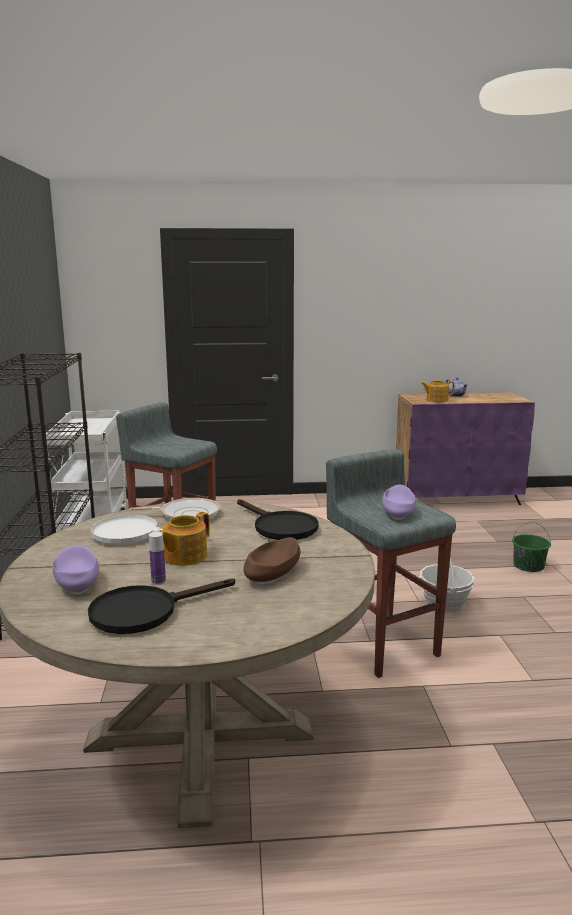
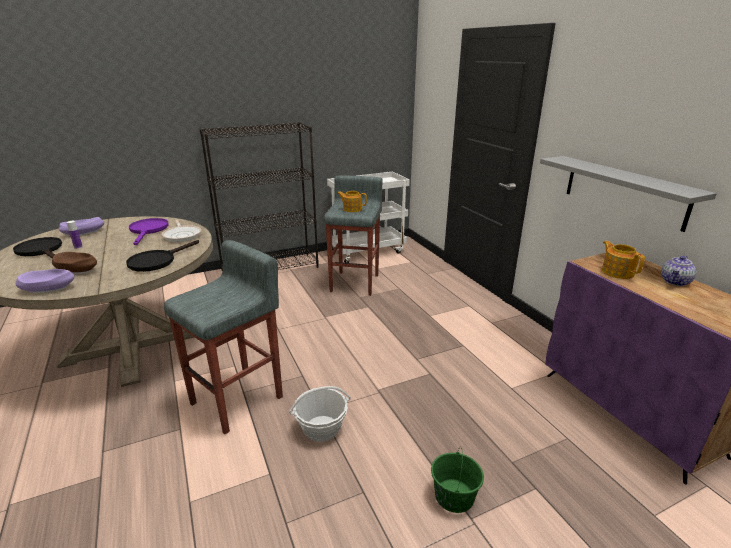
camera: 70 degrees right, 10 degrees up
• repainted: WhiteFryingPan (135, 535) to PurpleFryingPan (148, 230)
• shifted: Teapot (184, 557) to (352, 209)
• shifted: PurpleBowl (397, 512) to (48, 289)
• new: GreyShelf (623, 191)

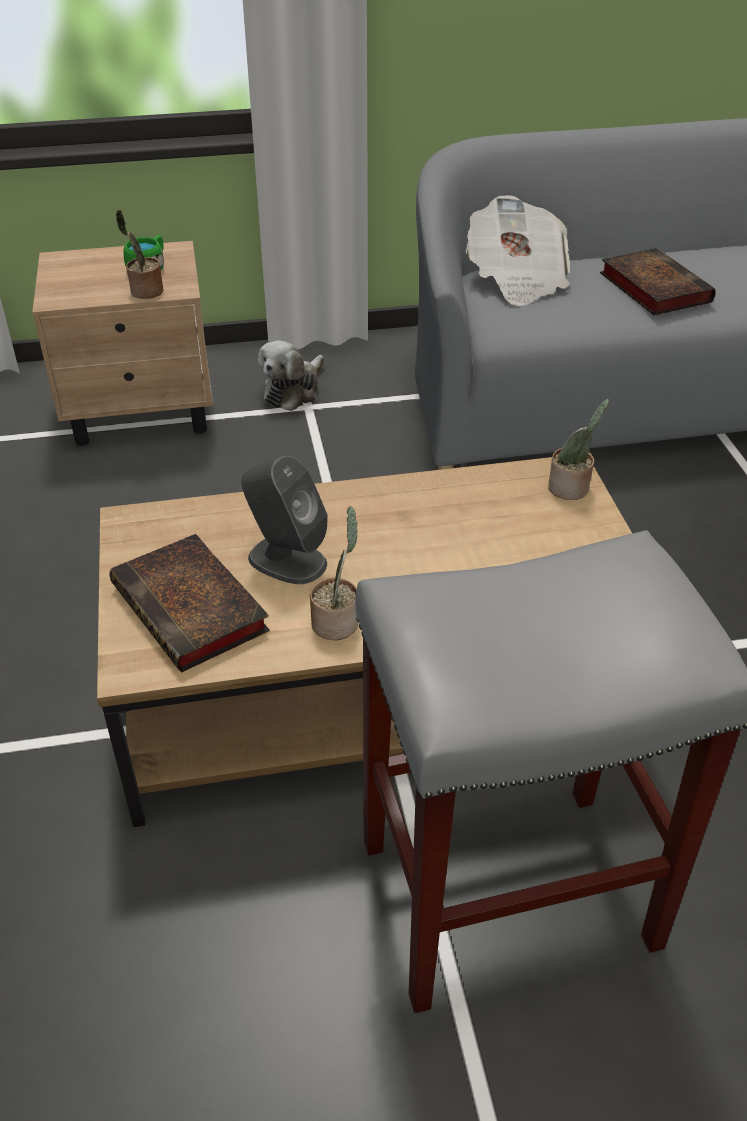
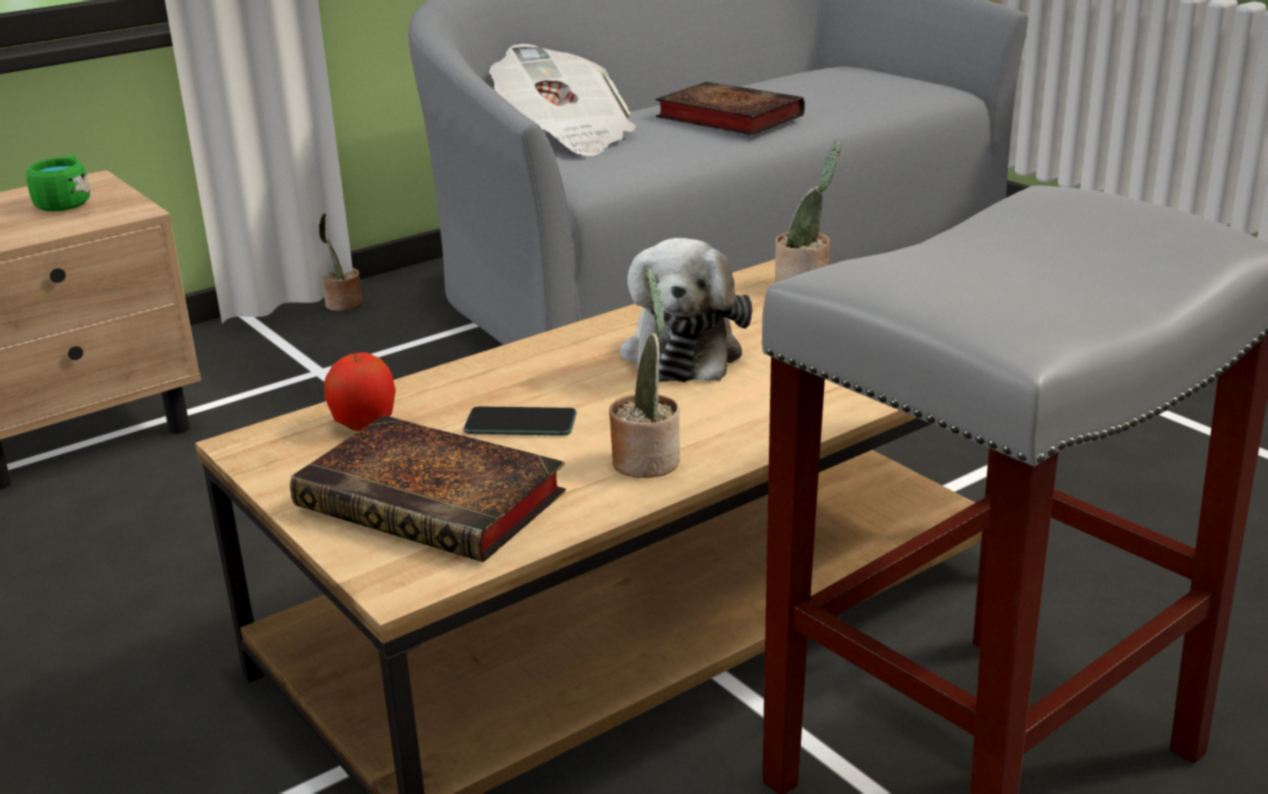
camera: 25 degrees left, 15 degrees down
• shifted: PottedPlant (145, 292) to (343, 305)
• swapped: GreySpeaker (286, 560) to Phone (520, 423)
• shifted: PlushToy (293, 391) to (683, 351)
• new: Apple (364, 423)

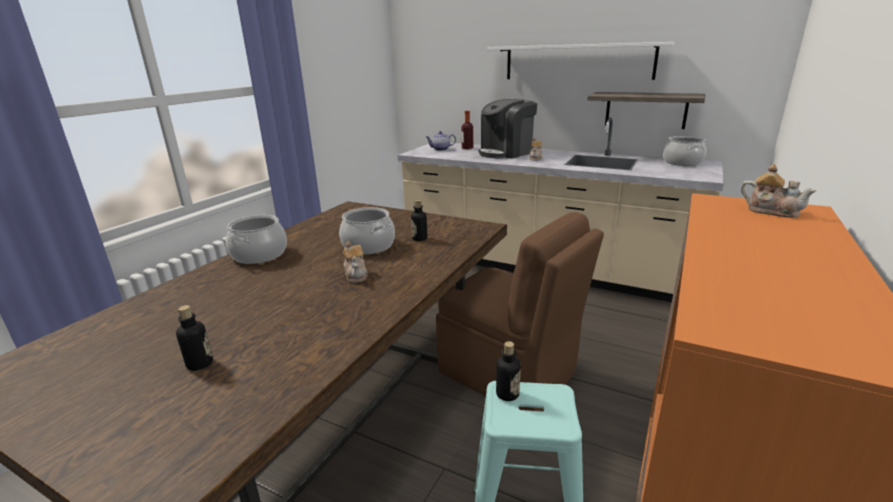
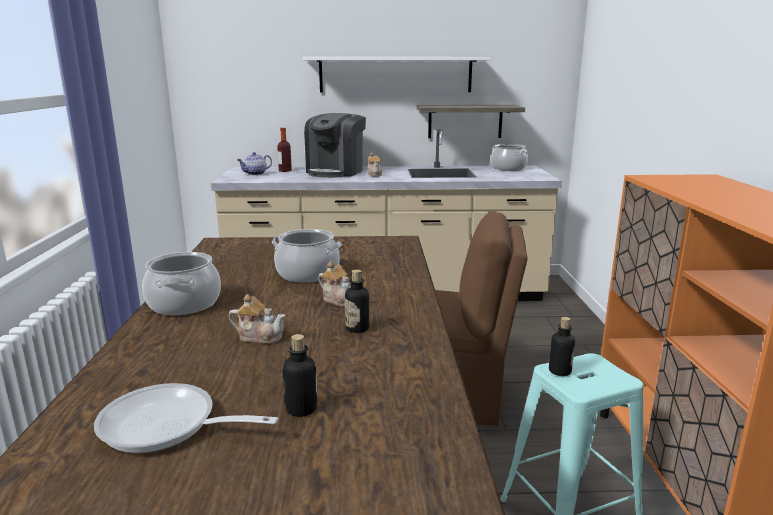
camera: 30 degrees left, 5 degrees down
• shifted: Bottle (419, 238) to (357, 328)
• shifted: Teapot (771, 211) to (259, 336)
• new: FryingPan (167, 427)

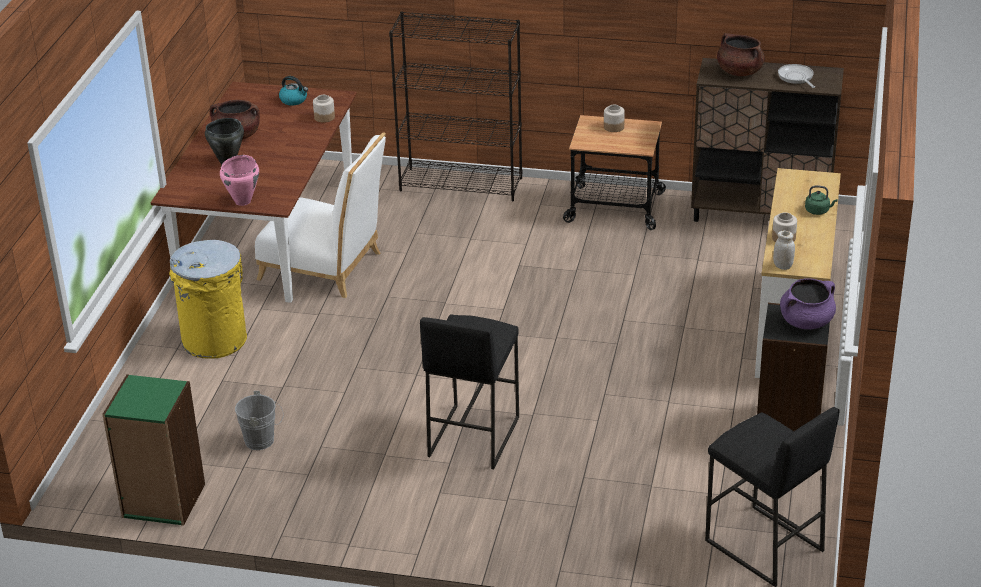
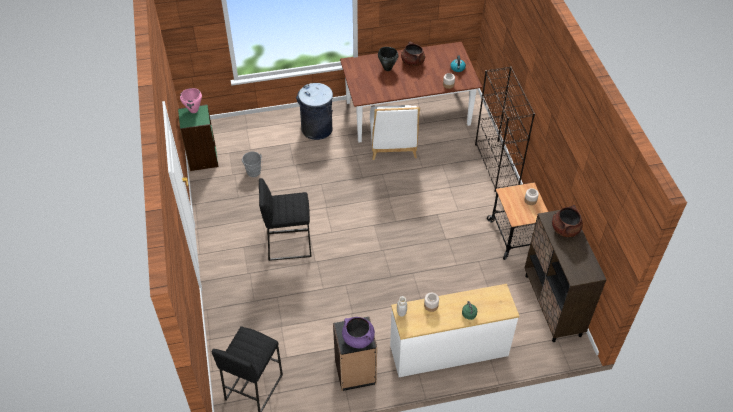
camera: 65 degrees right, 15 degrees up
• repainted: YellowTrashCan (215, 340) to GreyTrashCan (317, 129)
• shifted: PinkCookingPot (243, 201) to (194, 110)
• gone: FryingPan (796, 77)

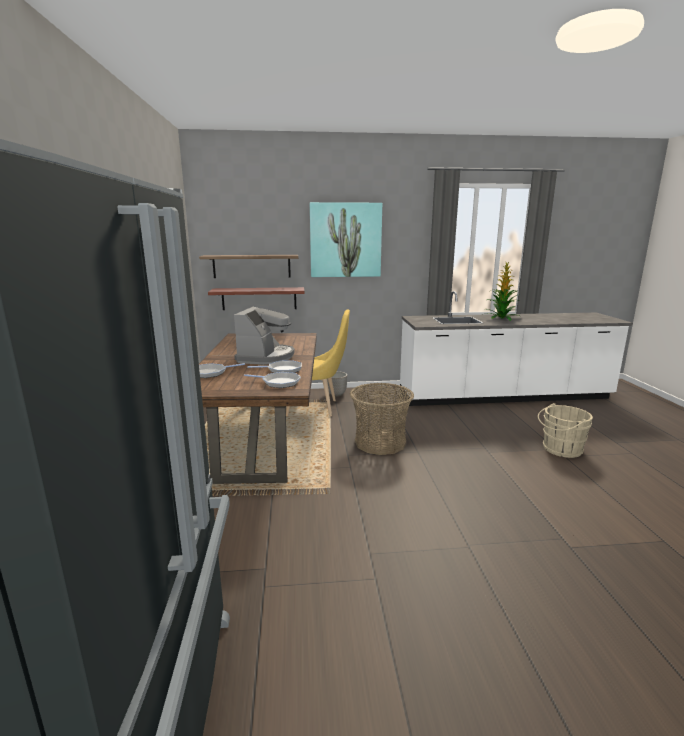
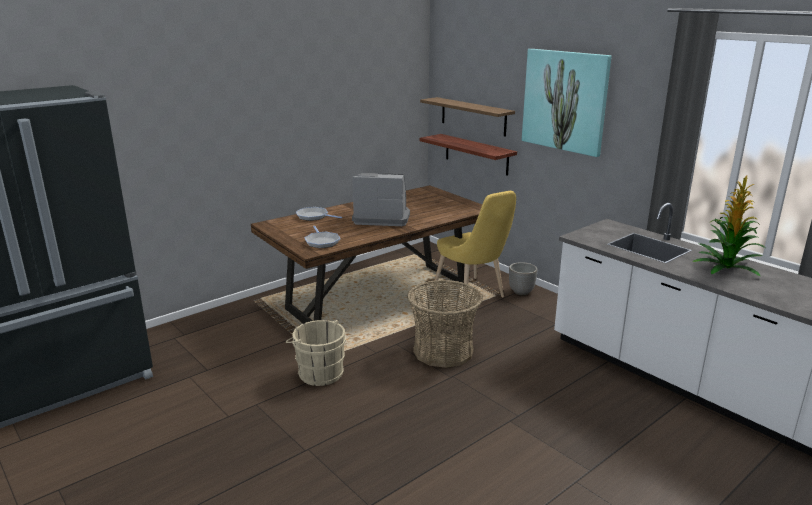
camera: 55 degrees right, 5 degrees up
• rotated: CoffeeMachine (266, 357) = (381, 218) 150 degrees counterclockwise
• gone: FryingPan (282, 370)
• shifted: BeigeBucket (560, 449) to (319, 372)

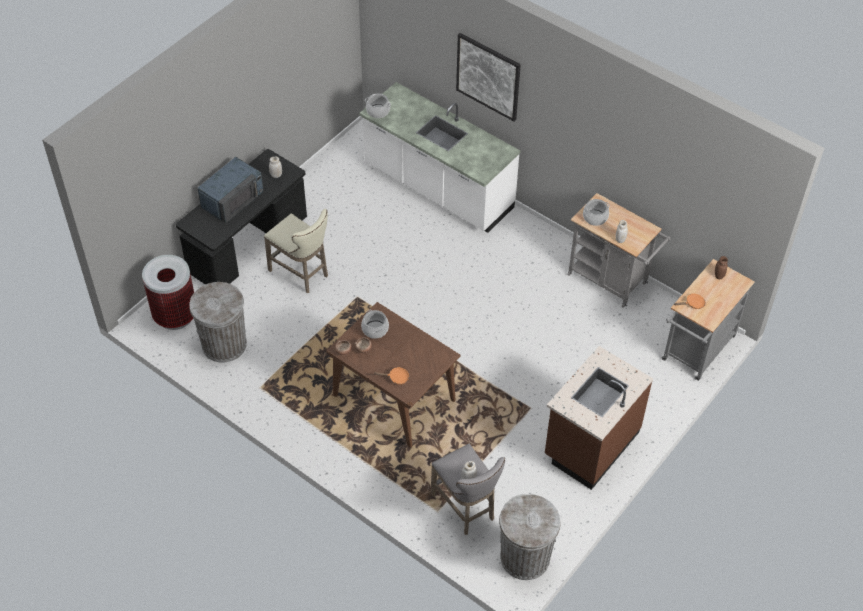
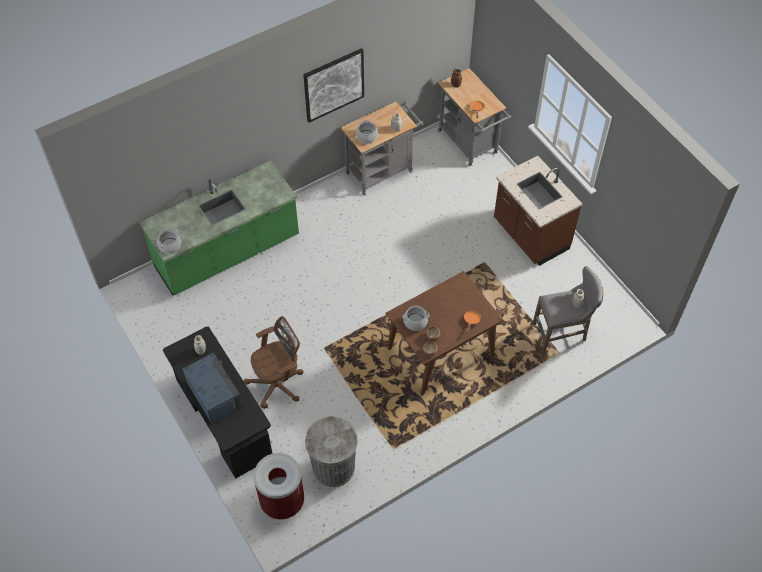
camera: 70 degrees left, 5 degrees up
• swapped: BeigeStool (301, 274) to BrownOfficeChair (278, 384)
• repainted: WhiteCounter (438, 188) to GreenCounter (228, 253)
• shifted: Picture (488, 76) to (334, 85)
• gone: GreyTrashCan (525, 557)

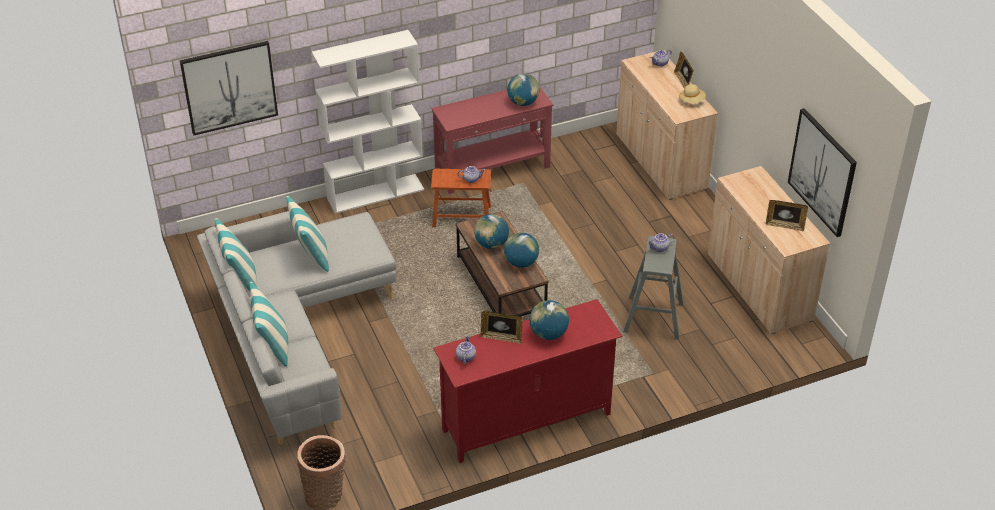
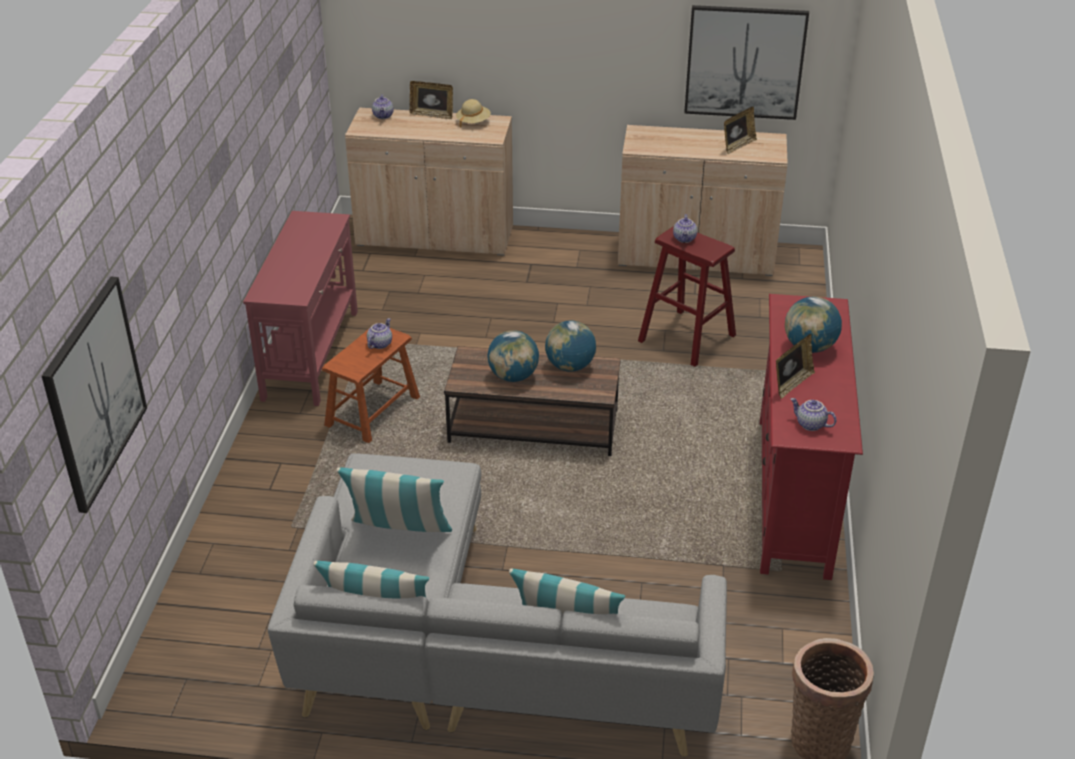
camera: 60 degrees left, 5 degrees down
• gone: WhiteBookcase (376, 193)
• gone: Globe (523, 102)
• repainted: GreyStool (653, 318) to RedStool (687, 338)

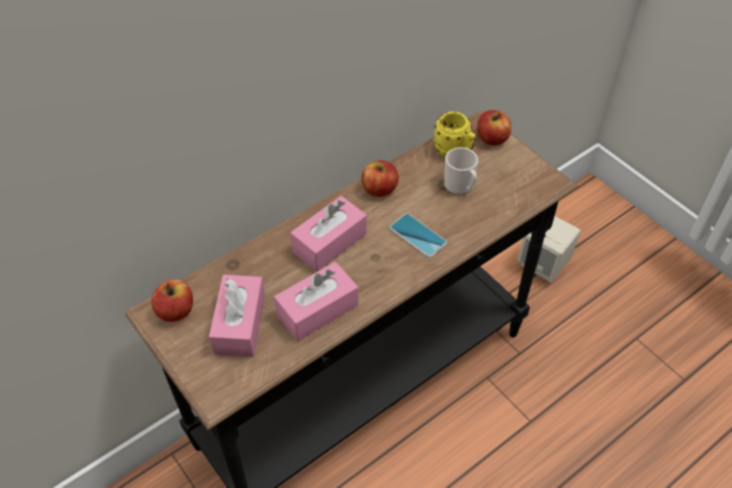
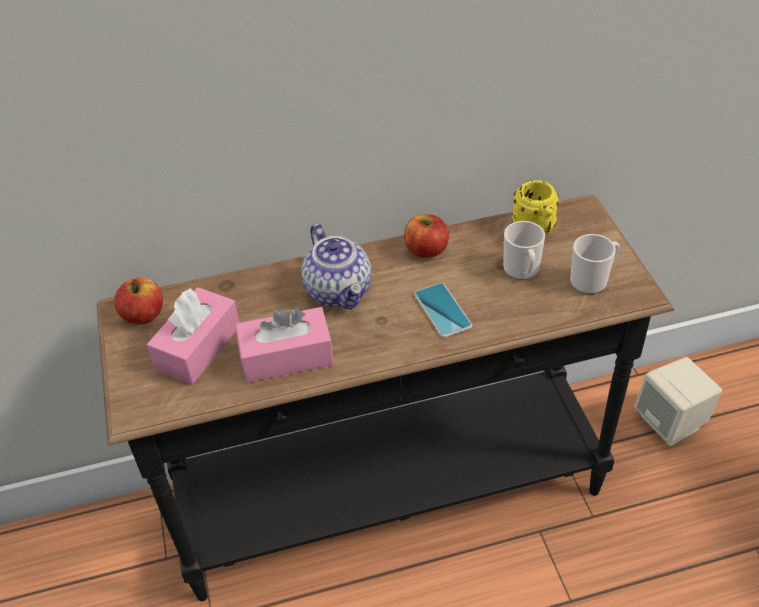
camera: 25 degrees right, 5 degrees down
• swapped: PinkTissueBox (329, 242) to Teapot (339, 291)
• gone: Apple (492, 138)
• new: Mug (592, 280)

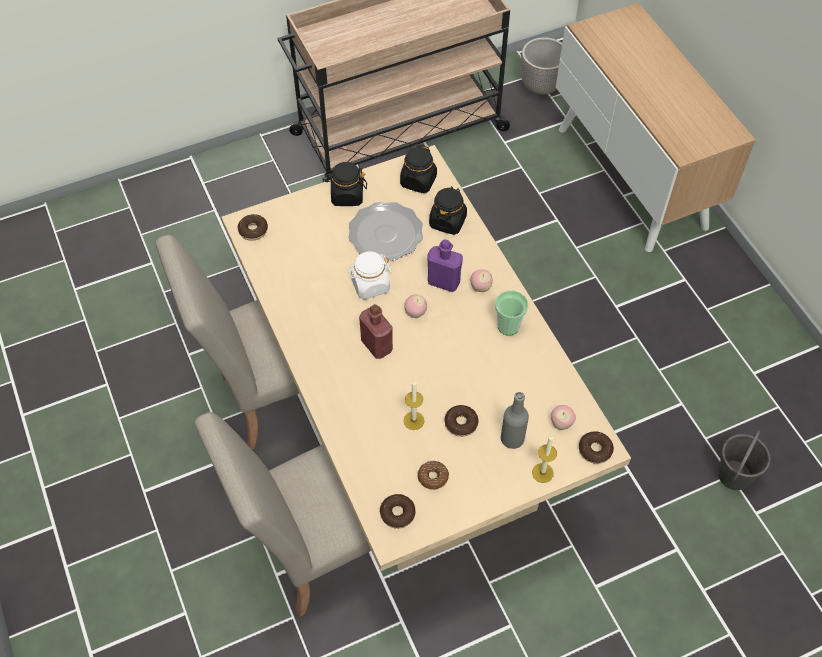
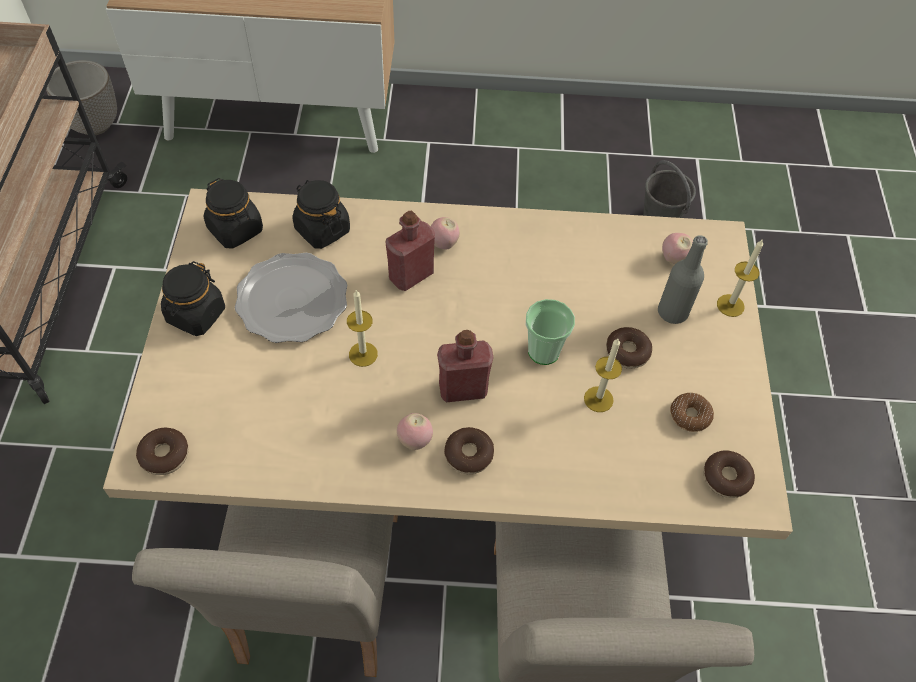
camera: 65 degrees left, 0 degrees up
• swapped: WhiteJar (370, 285) to Candle (363, 354)
• shifted: Apple (415, 313) to (415, 440)
• repainted: PurpleBottle (443, 282) to RedBottle (411, 275)
• shifted: Cup (508, 326) to (543, 351)
• shifted: Donut (595, 450) to (468, 454)

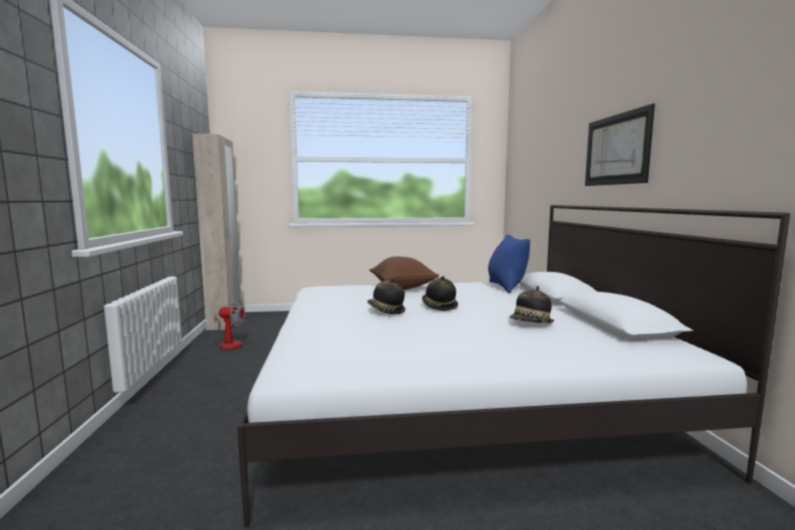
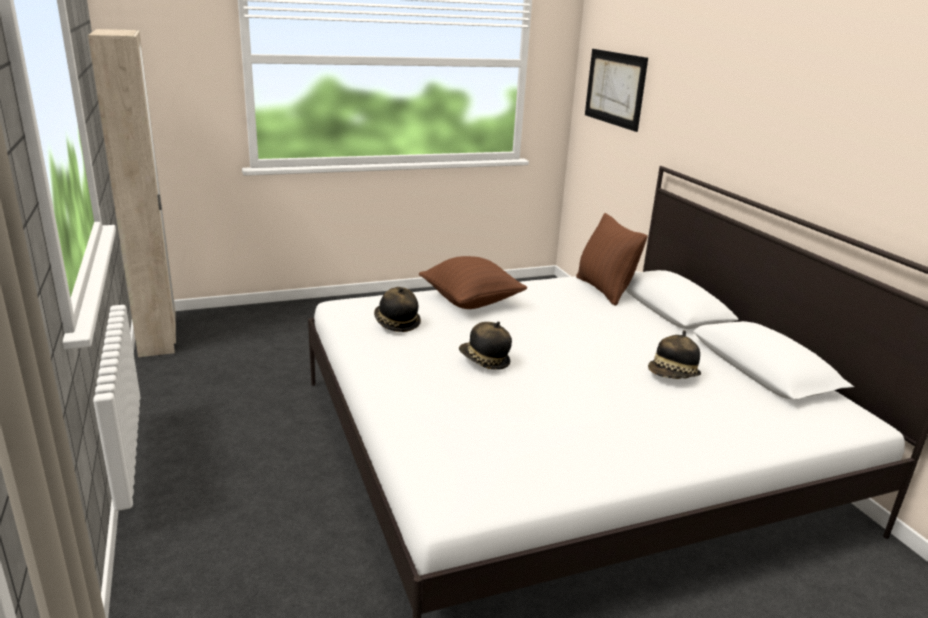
camera: 15 degrees left, 15 degrees up
• gone: Fan (228, 343)
• shifted: Hat (439, 306) to (396, 323)
• repainted: BluePillow (506, 287) to BrownPillow (604, 290)
• shifted: Picture (616, 150) to (614, 88)

